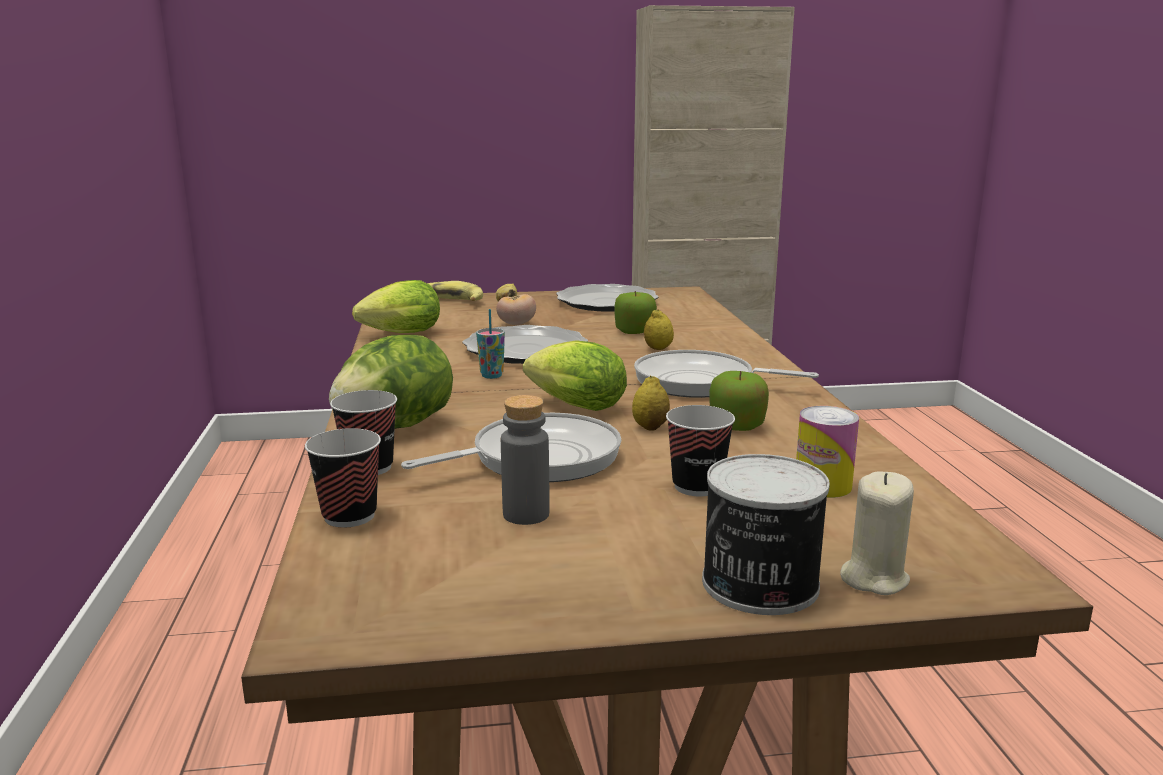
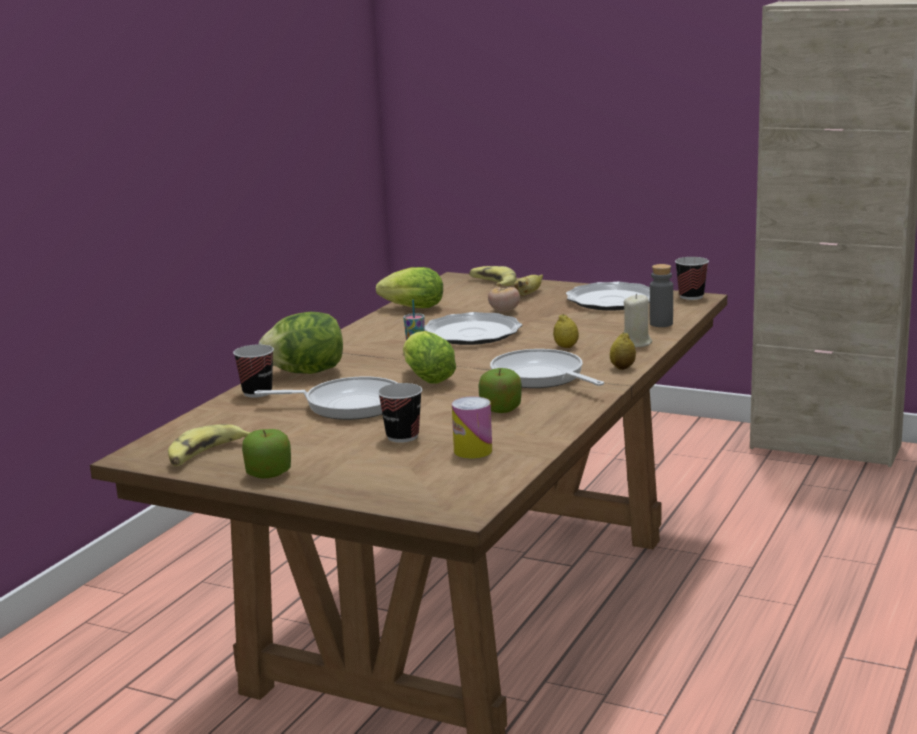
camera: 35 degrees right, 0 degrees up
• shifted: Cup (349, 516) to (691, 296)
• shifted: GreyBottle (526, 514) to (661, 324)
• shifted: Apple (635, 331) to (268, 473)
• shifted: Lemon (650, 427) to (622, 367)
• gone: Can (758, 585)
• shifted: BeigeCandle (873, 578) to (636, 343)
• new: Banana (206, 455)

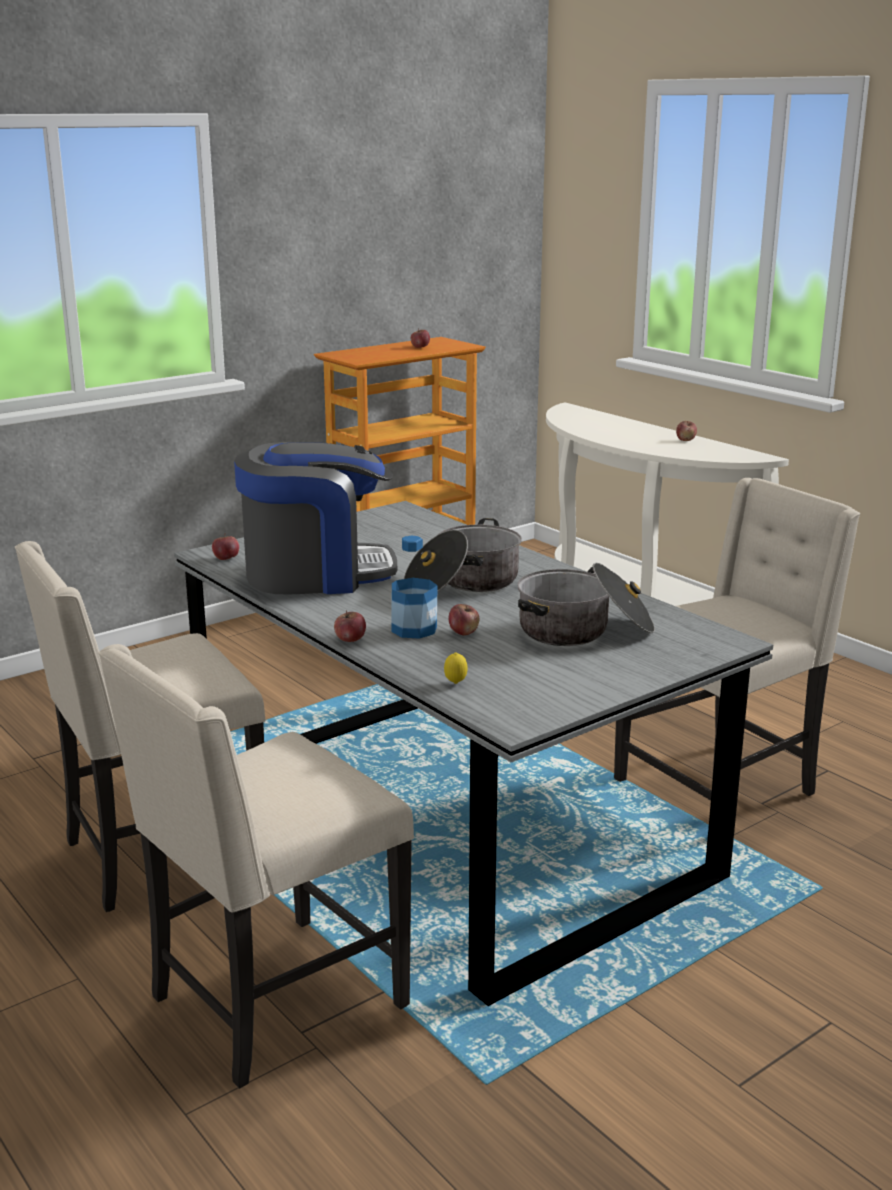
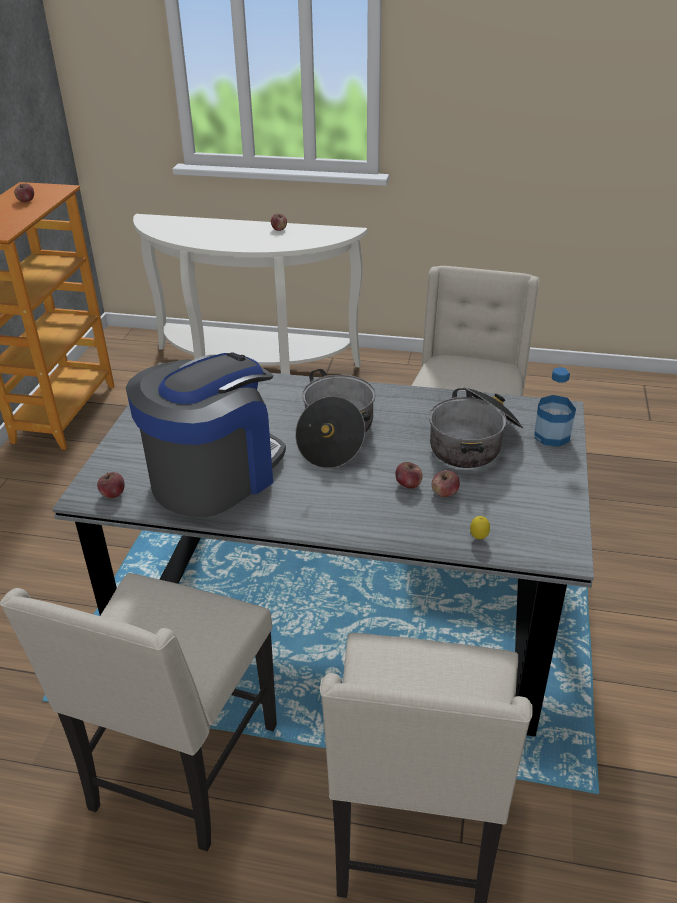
camera: 40 degrees left, 15 degrees up
• shifted: Apple (350, 639) to (444, 493)
• shifted: Bottle (414, 629) to (551, 435)

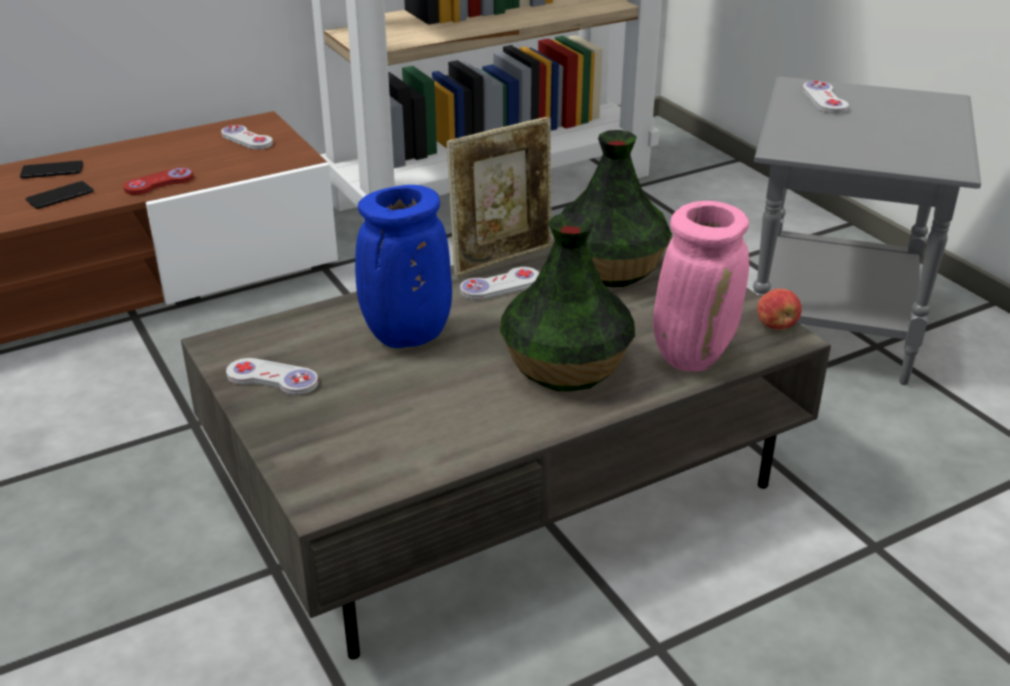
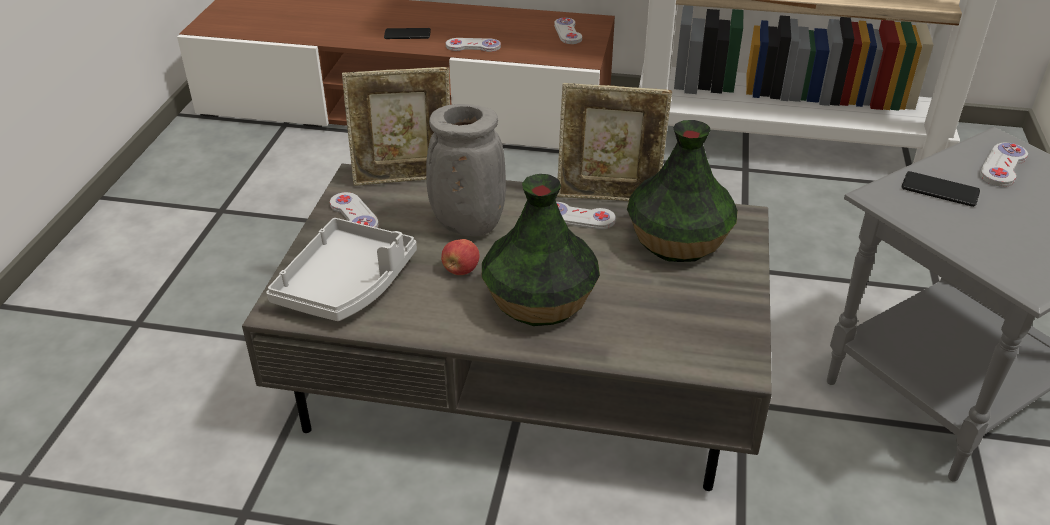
camera: 40 degrees right, 5 degrees up
• shifted: Phone (52, 171) to (940, 190)
• repainted: RedGameController (159, 183) to WhiteGameController (473, 46)
• repainted: BlueVase (406, 337) to GreyVase (466, 226)
• gone: PinkVase (692, 355)
• shifted: Apple (776, 325) to (461, 270)
• new: GreyTray (347, 284)
• new: PictureFrame (404, 178)

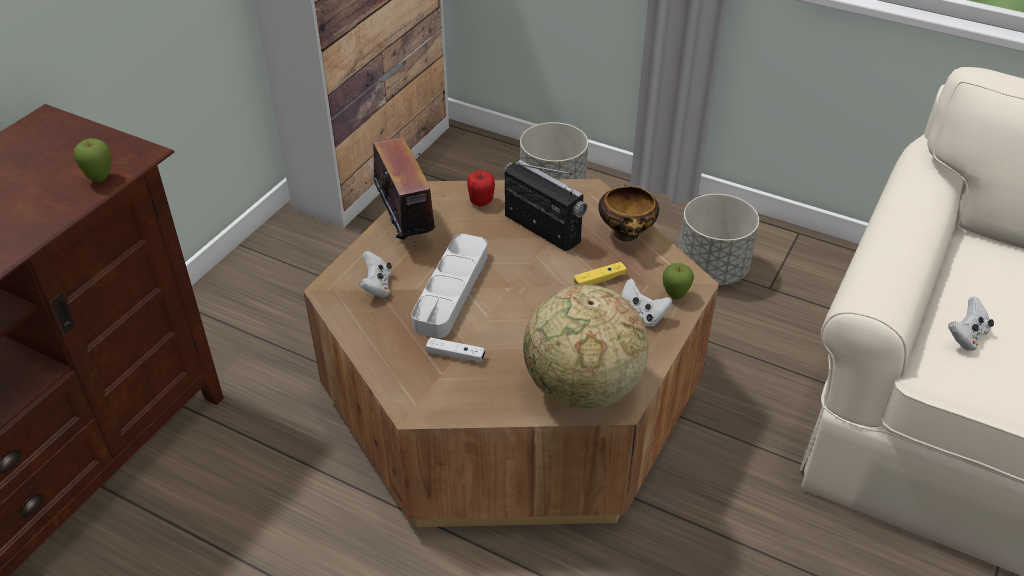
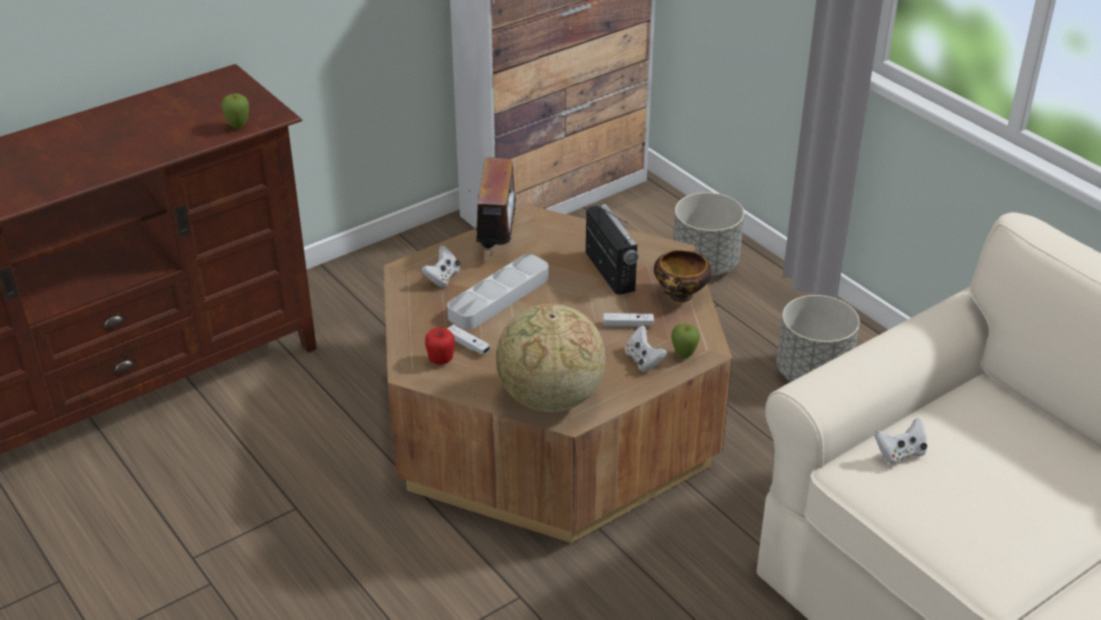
camera: 25 degrees right, 5 degrees down
• shifted: Apple (481, 202) to (441, 360)
• repainted: YellowGameController (599, 280) to WhiteGameController (628, 325)

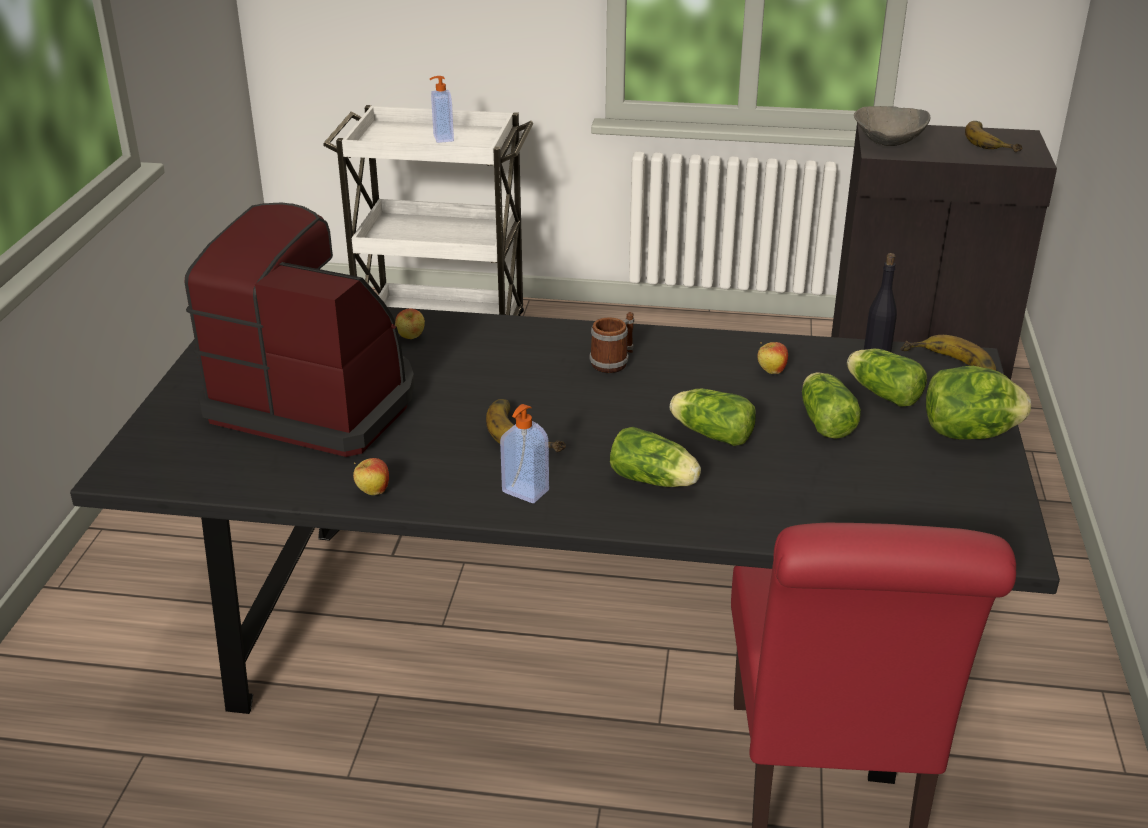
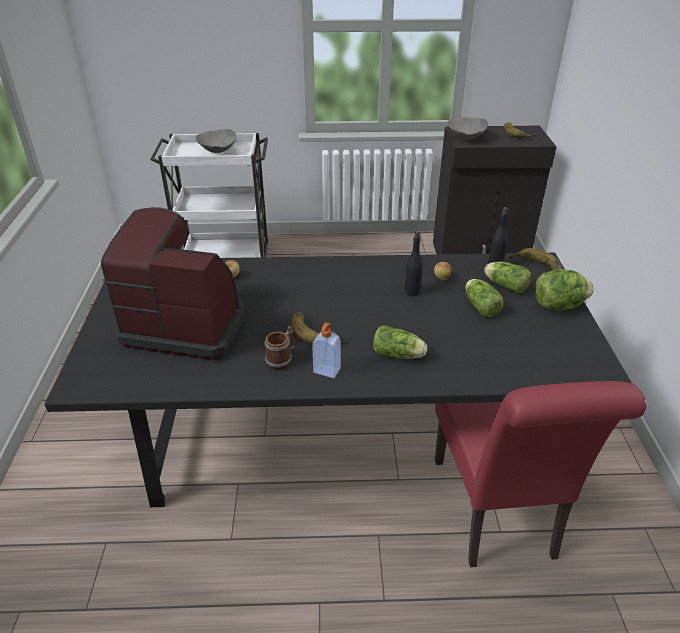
camera: 10 degrees left, 5 degrees up
• gone: Apple (373, 492)
• swapped: SoapDispenser (442, 138) to GreyBowl (218, 151)
• shifted: Mug (614, 362) to (282, 359)
• gone: Lettuce (710, 433)
• new: BlackBottle (412, 291)

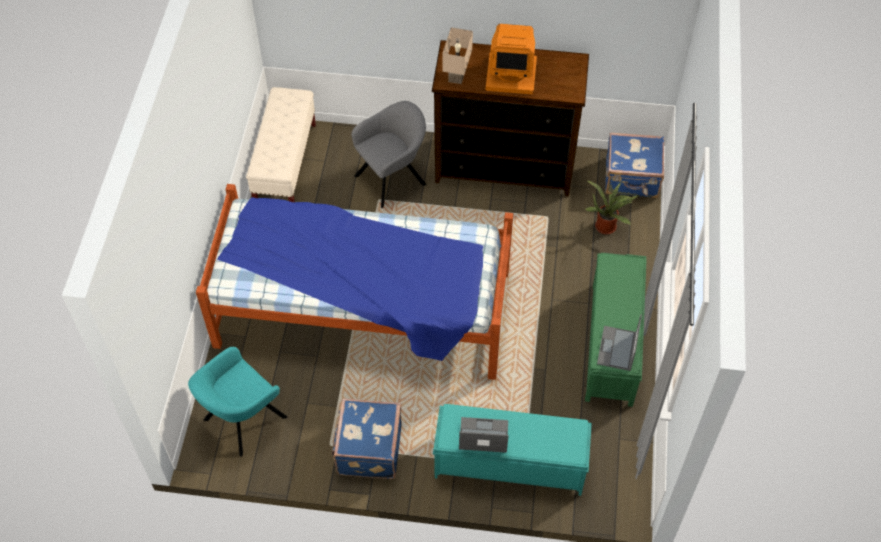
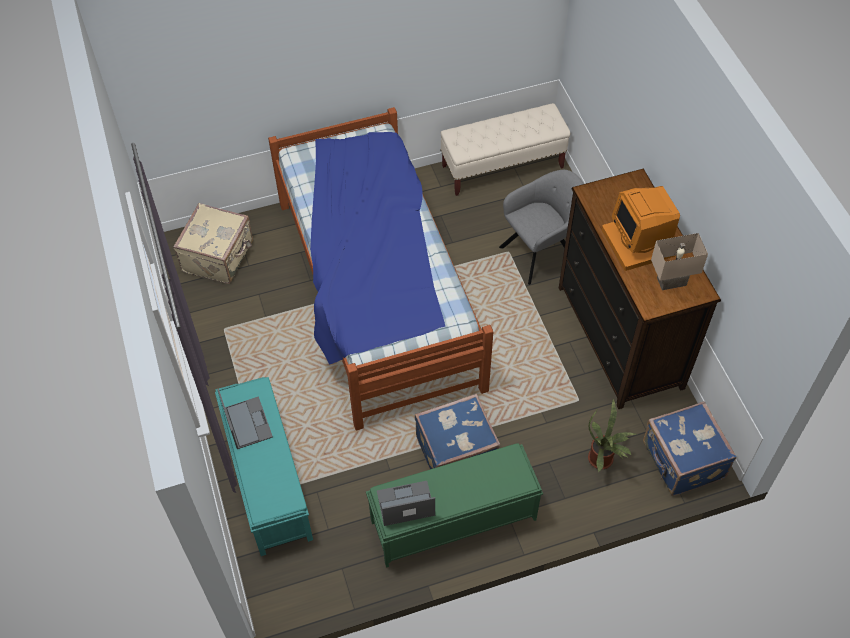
camera: 65 degrees right, 0 degrees up
• swapped: TurquoiseArmchair (242, 420) to BeigeSuitcase (219, 257)
• shifted: BlueSuitcase (368, 449) to (455, 450)
• rotated: GreyArmchair (393, 178) = (541, 252) 60 degrees counterclockwise
• shifted: BeigeTableLamp (458, 75) to (671, 283)

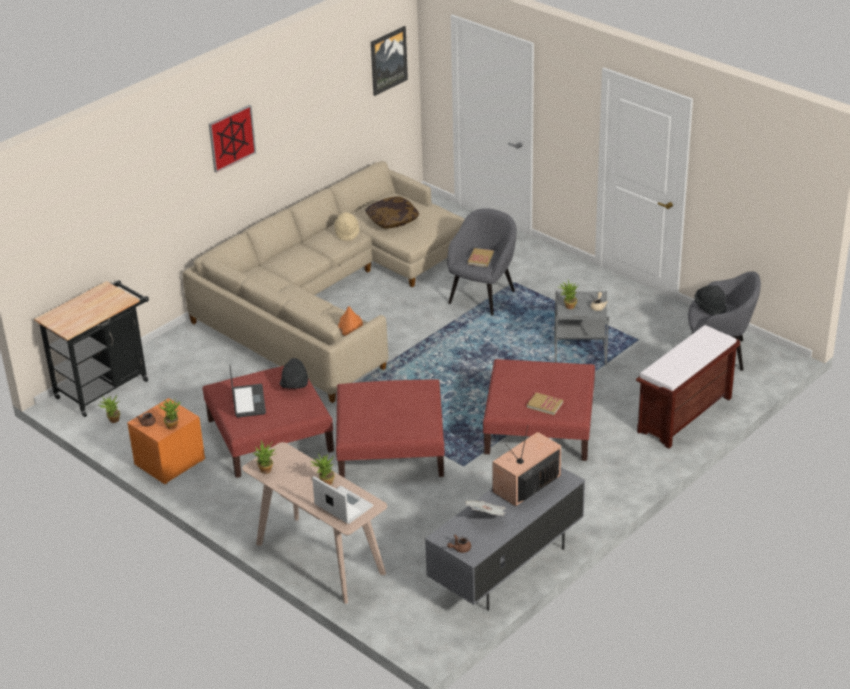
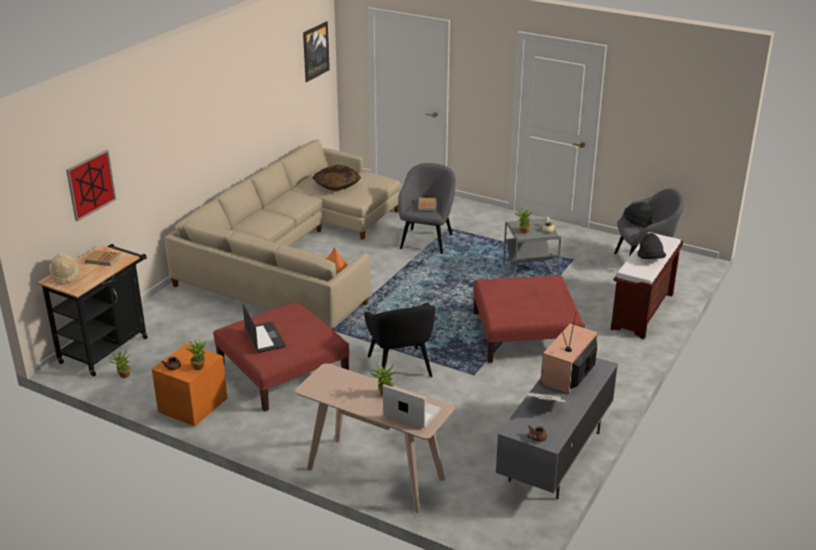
camera: 15 degrees left, 5 degrees down
• shifted: Picture (231, 138) to (90, 184)
• gone: PottedPlant (266, 471)
• shifted: BlackHat (294, 386) to (650, 258)
• shifted: BeigeHat (347, 233) to (65, 276)
• swapped: RedOttoman (390, 447) to BlackArmchair (400, 367)
• shifted: Book (545, 405) to (102, 259)

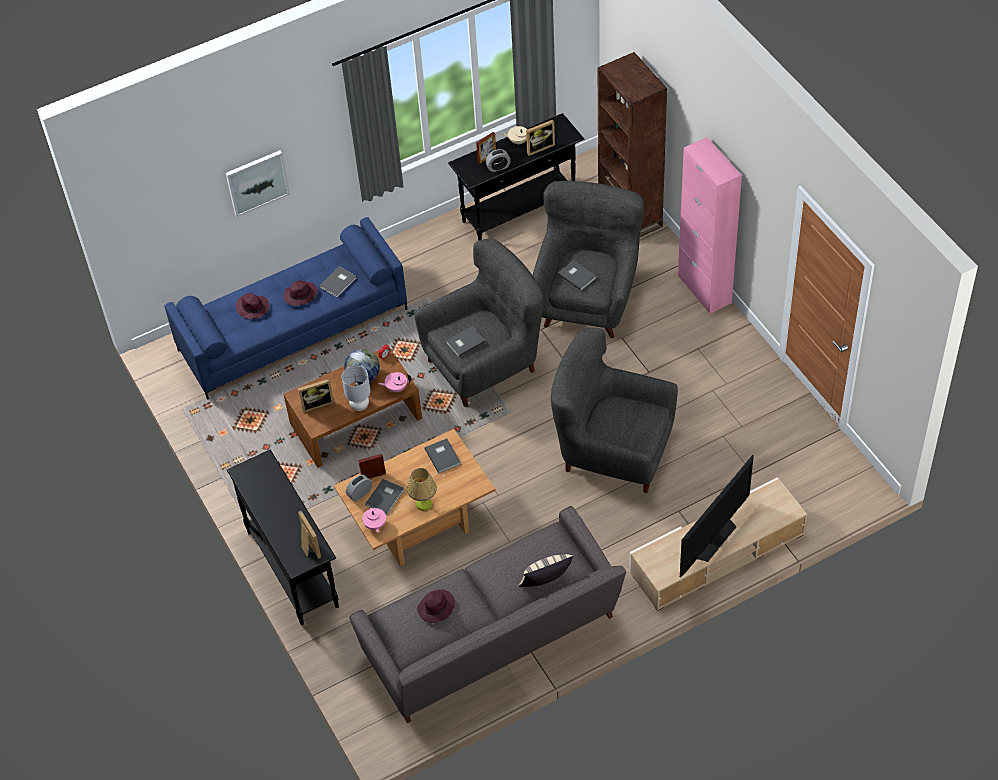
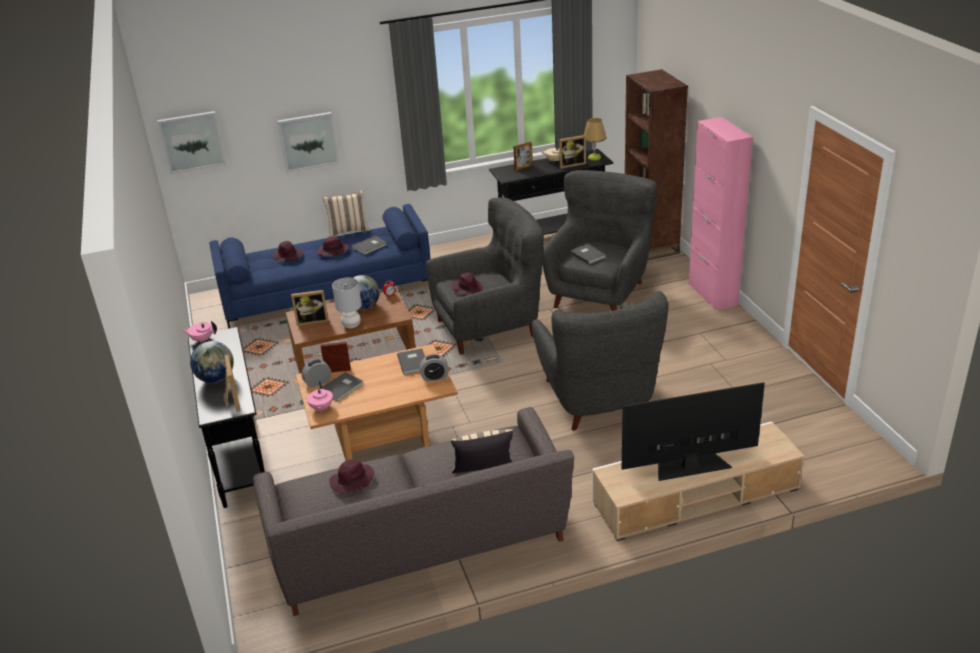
camera: 10 degrees right, 20 degrees down
• shifted: PinkTeapot (396, 388) to (202, 339)
• shifted: TableLamp (423, 504) to (594, 157)
• swapped: GreyBook (464, 342) to PurpleHat (467, 288)
• shifted: AlarmClock (498, 167) to (434, 377)
• rotated: GreyArmchair (612, 451) = (597, 400) 135 degrees counterclockwise
• rotated: Television (713, 538) = (690, 466) 150 degrees counterclockwise
• new: Picture (192, 142)
• new: Globe (216, 379)
• new: BeigePillow (348, 231)

